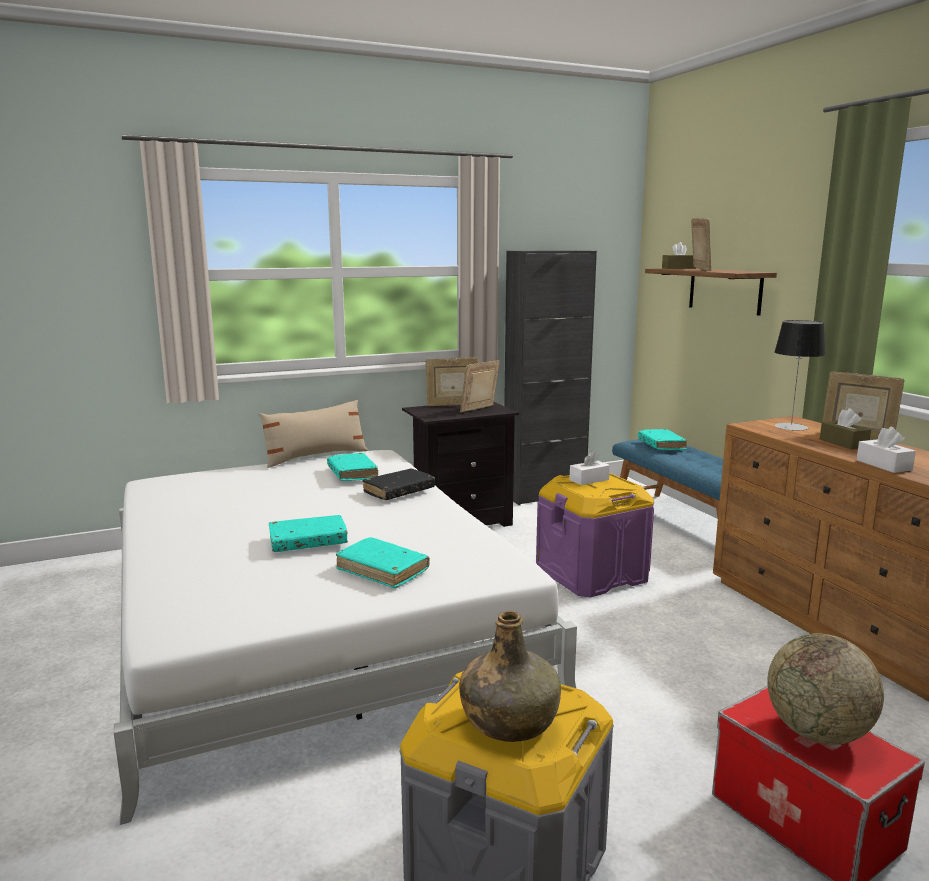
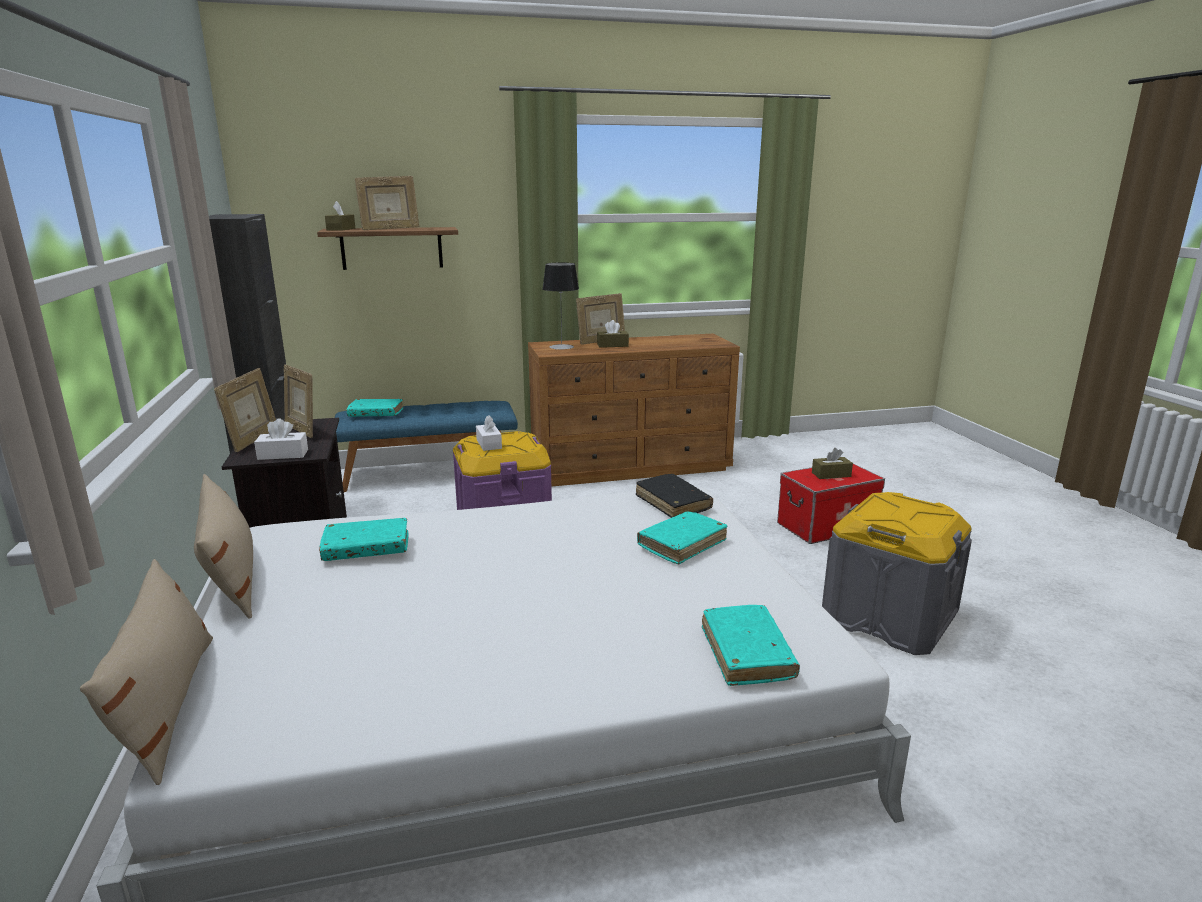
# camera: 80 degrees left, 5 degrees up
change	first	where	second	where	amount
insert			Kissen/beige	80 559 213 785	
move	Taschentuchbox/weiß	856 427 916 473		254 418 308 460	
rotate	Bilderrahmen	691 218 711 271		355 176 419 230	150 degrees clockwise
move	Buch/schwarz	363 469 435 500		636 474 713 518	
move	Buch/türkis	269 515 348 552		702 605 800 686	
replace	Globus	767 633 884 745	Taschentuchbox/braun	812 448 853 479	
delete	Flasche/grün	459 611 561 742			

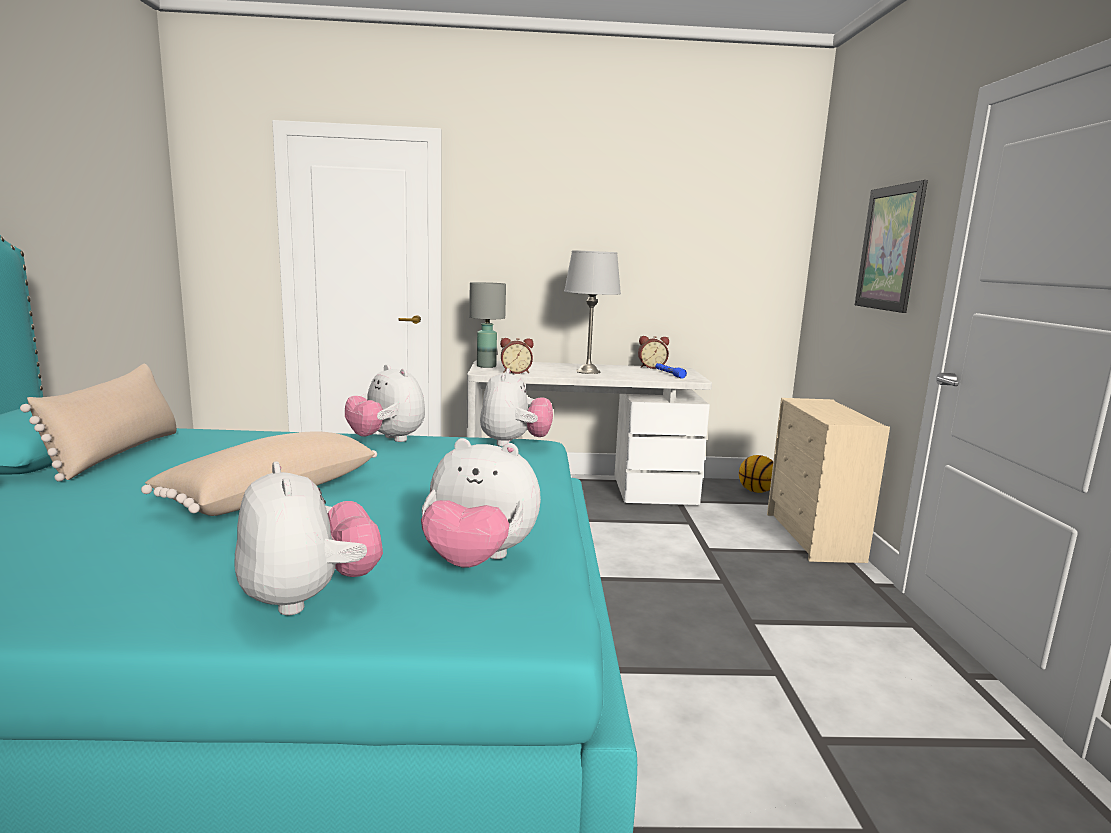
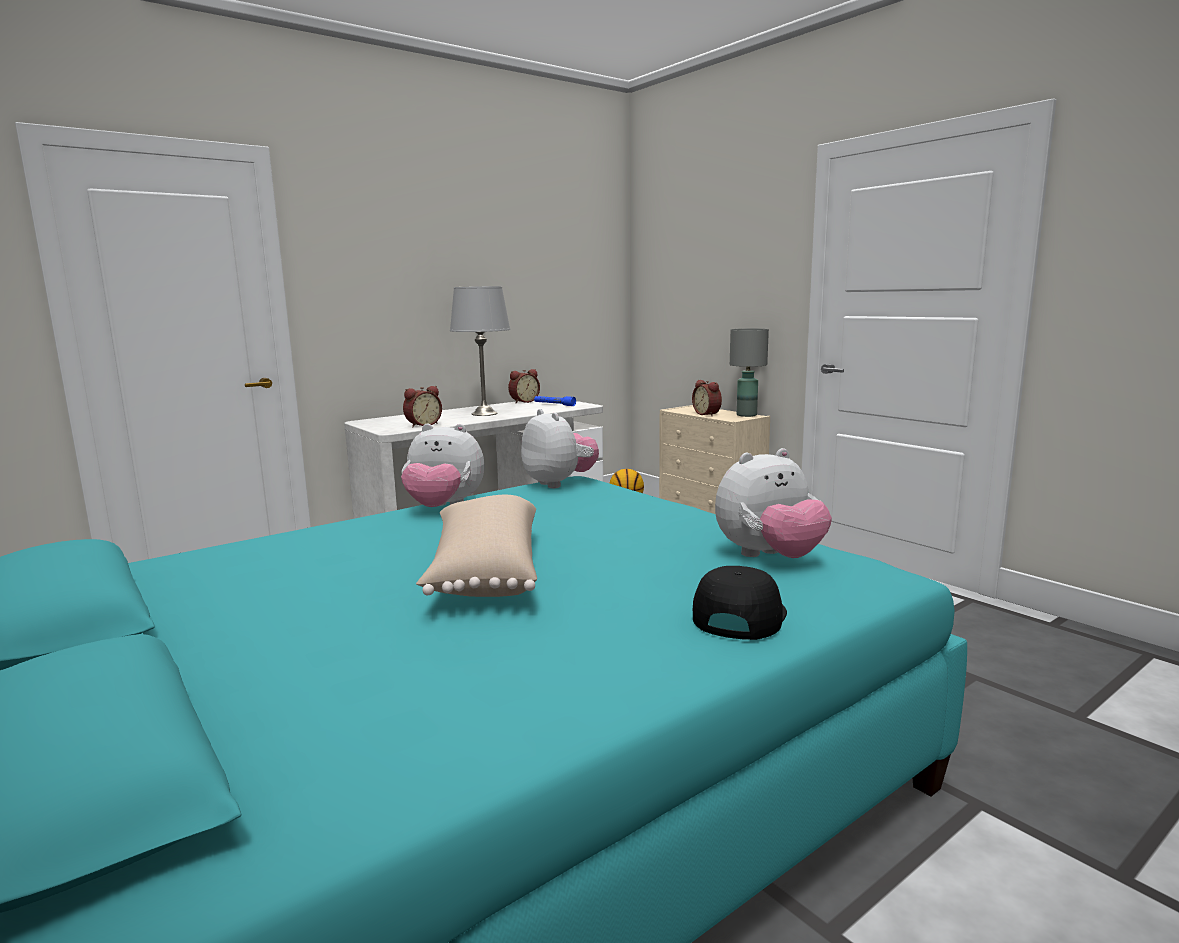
# camera: 35 degrees left, 0 degrees up
change	first	where	second	where	amount
insert			Wecker	692 380 722 416	
replace	Plüschtier	234 461 383 615	Kappe/schwarz	693 566 787 640	
move	Tischlampe/grau	469 282 506 368		730 328 769 417	
delete	Kissen/beige	20 364 177 482			
delete	Bild	855 180 928 313			

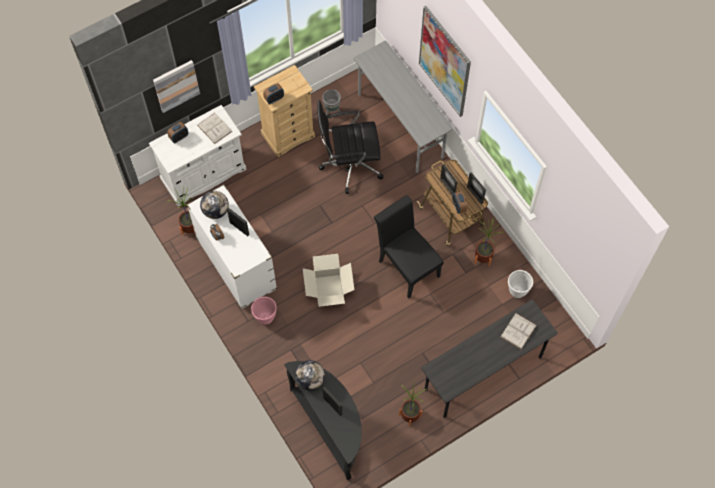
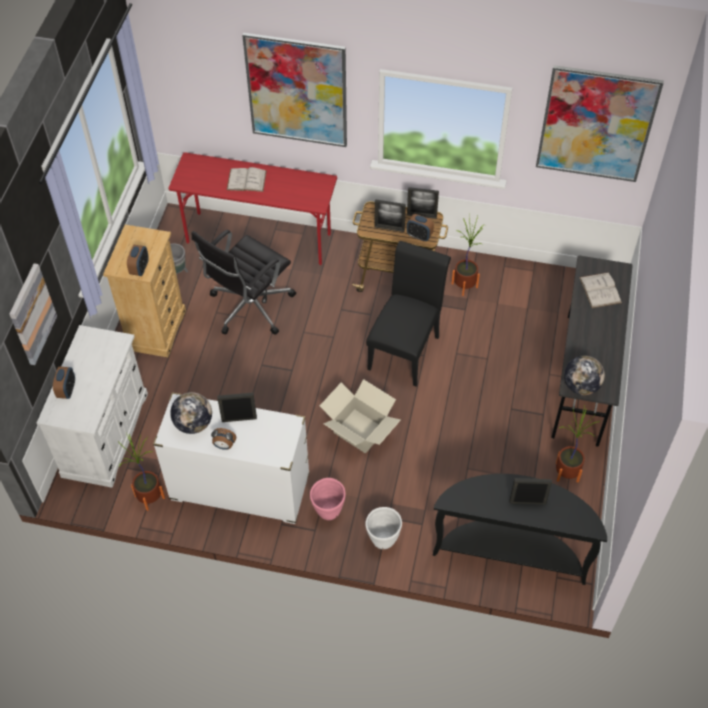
# camera: 45 degrees left, 10 degrees down
change	first	where	second	where	amount
recolor	Schreibtisch/grau	353 40 454 173	Schreibtisch/rot	169 152 337 265	
move	Buch/weiß	197 113 232 144		227 167 267 192	
move	Pflanzkübel/weiß	508 270 533 298		365 507 402 549	
rotate	Stuhl/schwarz	374 195 444 298		366 241 451 386	105 degrees clockwise
insert			Bild	536 65 664 182	
move	Globus	295 360 325 390		564 356 605 395	

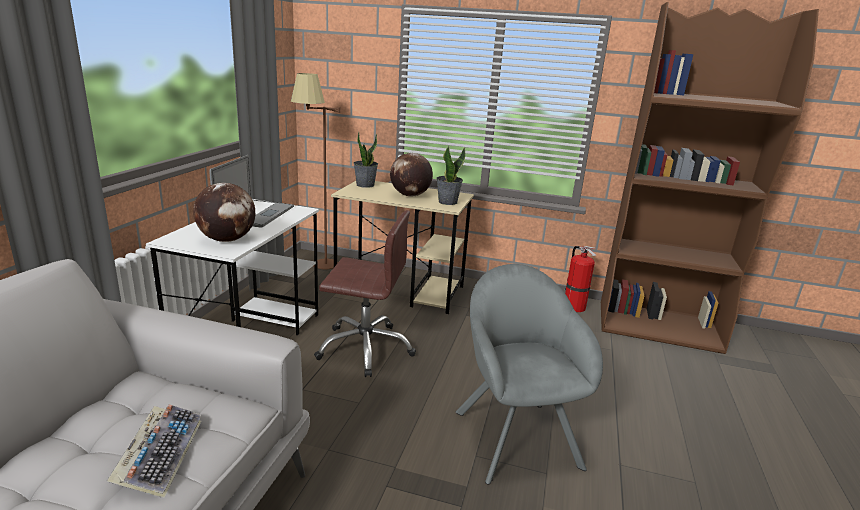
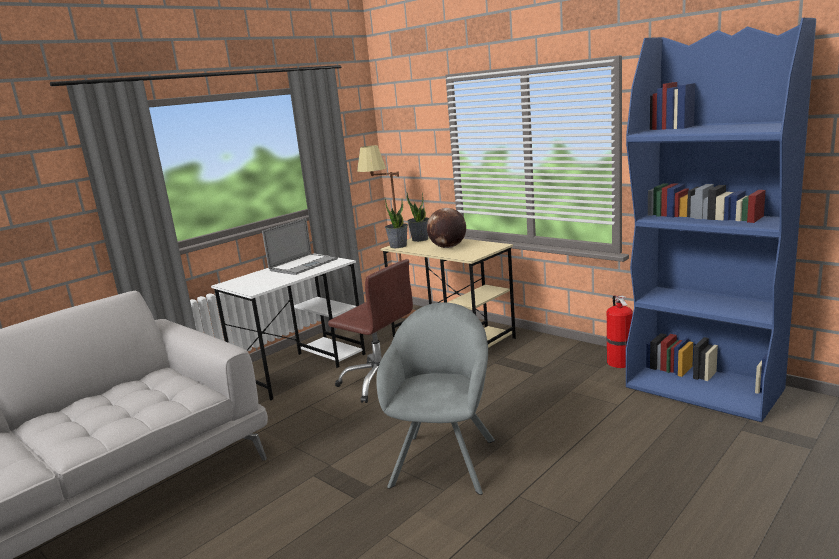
# camera: 30 degrees right, 5 degrees down
change	first	where	second	where	amount
move	Topfpflanze	436 146 465 205		385 198 408 248	
recolor	Bücherregal/braun	601 2 819 354	Bücherregal/blau	626 18 816 422	
delete	Tastatur	107 405 201 498			
delete	Globus	193 183 255 242			

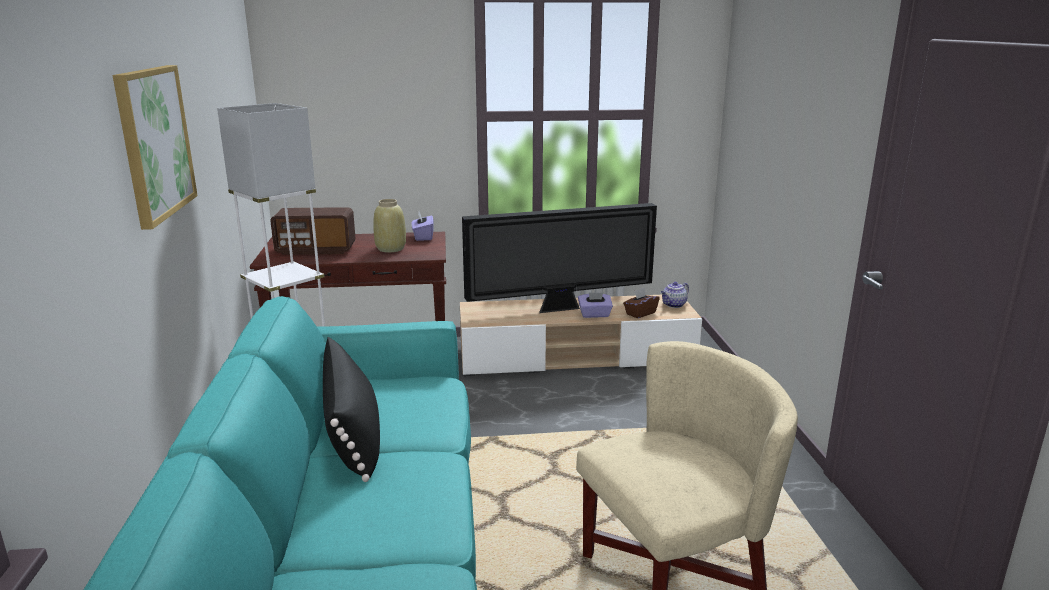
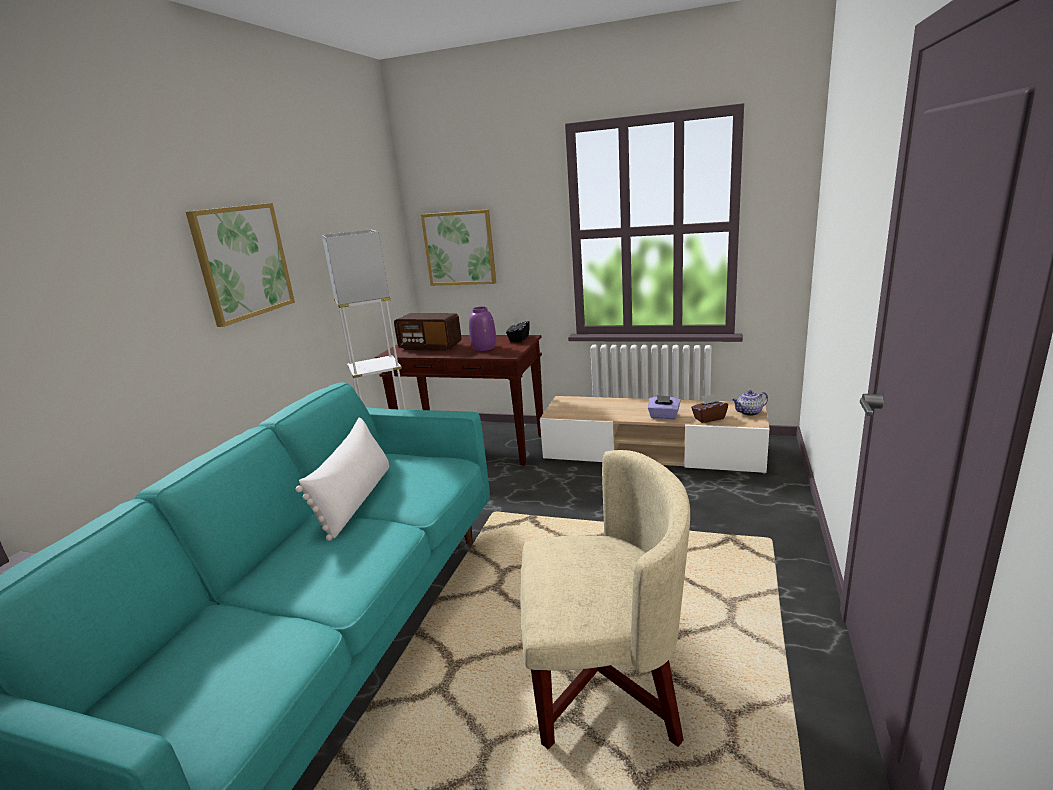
# camera: 25 degrees right, 0 degrees up
change	first	where	second	where	amount
recolor	Kissen/schwarz	323 337 380 482	Kissen/weiß	296 417 389 541	
insert			Bild	421 209 496 286	
recolor	Vase/beige	373 199 406 253	Vase/lila	469 306 496 351	
recolor	Taschentuchbox/lila	411 211 434 241	Taschentuchbox/schwarz	506 317 530 342	
delete	Fernseher	462 203 657 313			

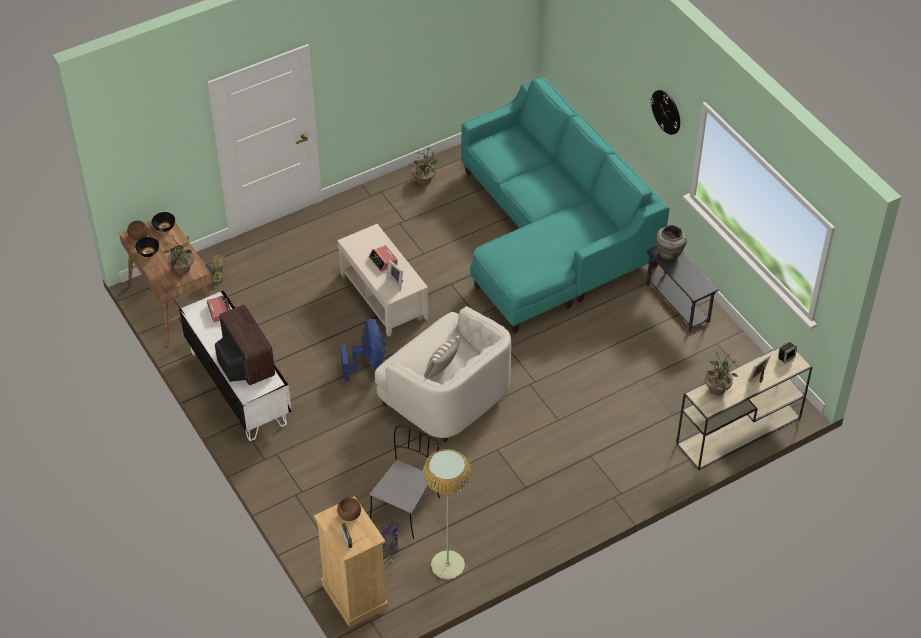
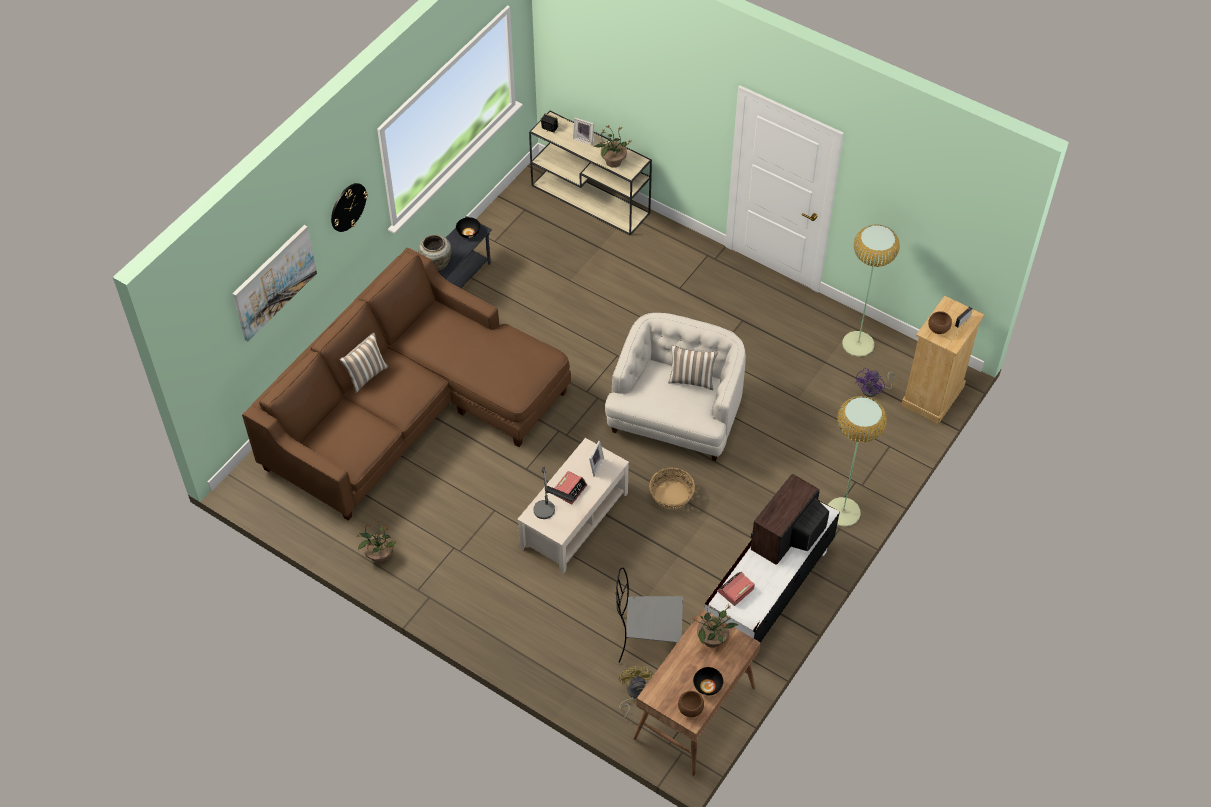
# camera: 115 degrees left, 5 degrees up
change	first	where	second	where	amount
insert			Bild	233 225 317 341	
recolor	Sofa/türkis	461 77 670 333	Sofa/braun	242 248 571 521	
insert			Kissen	339 332 389 393	
move	Schüssel/schwarz	152 212 175 232		456 217 480 238	
insert			Tischlampe	533 467 574 519	
move	Stuhl/grau	370 425 440 539		616 568 683 663	
replace	Ventilator/blau	340 319 385 382	Korb	649 467 695 509	
insert			Stehlampe	828 396 887 527	

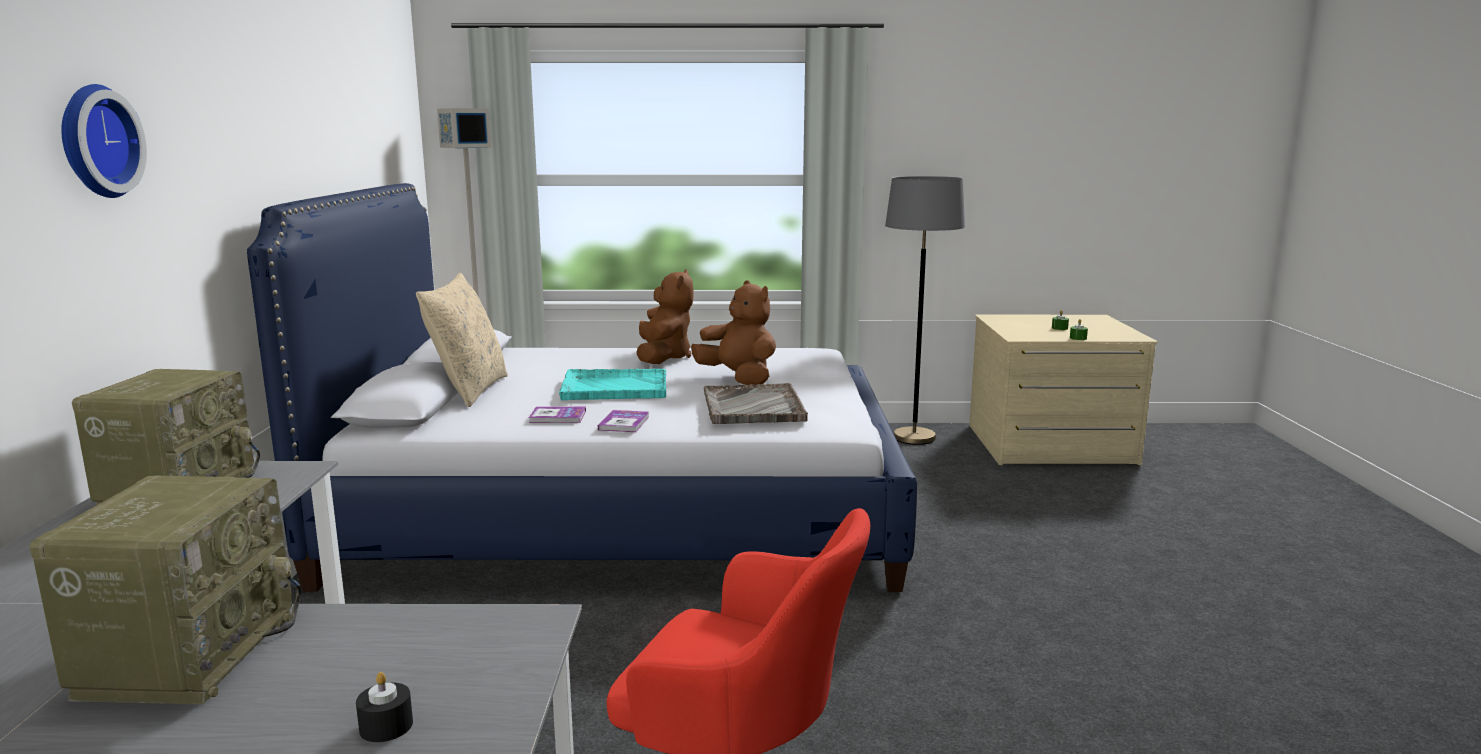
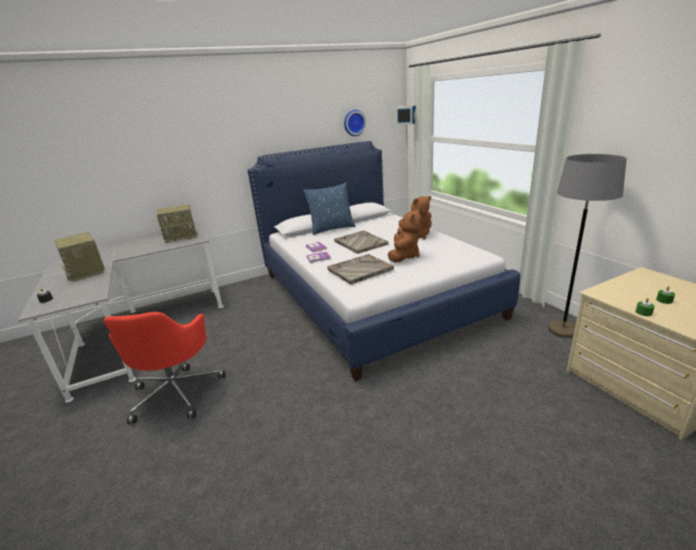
# camera: 65 degrees right, 10 degrees up
change	first	where	second	where	amount
rotate	Radio	29 476 301 704		54 232 105 282	75 degrees clockwise
recolor	Kissen/beige	416 273 508 407	Kissen/blau	303 183 356 235	
recolor	Tablett/türkis	559 369 666 400	Tablett/grau	334 230 389 254	
move	Wanduhr	61 84 147 198		344 110 366 136	

